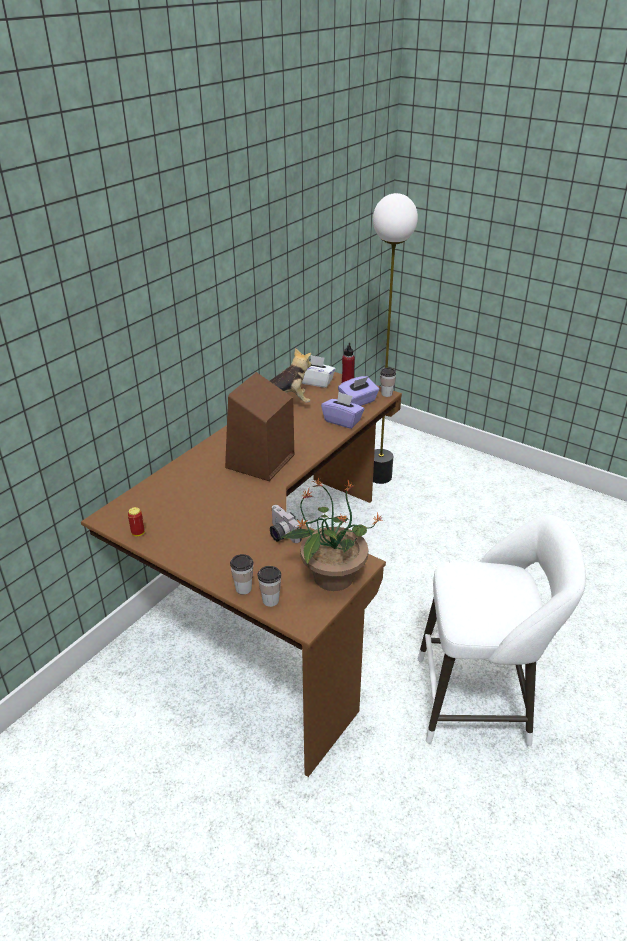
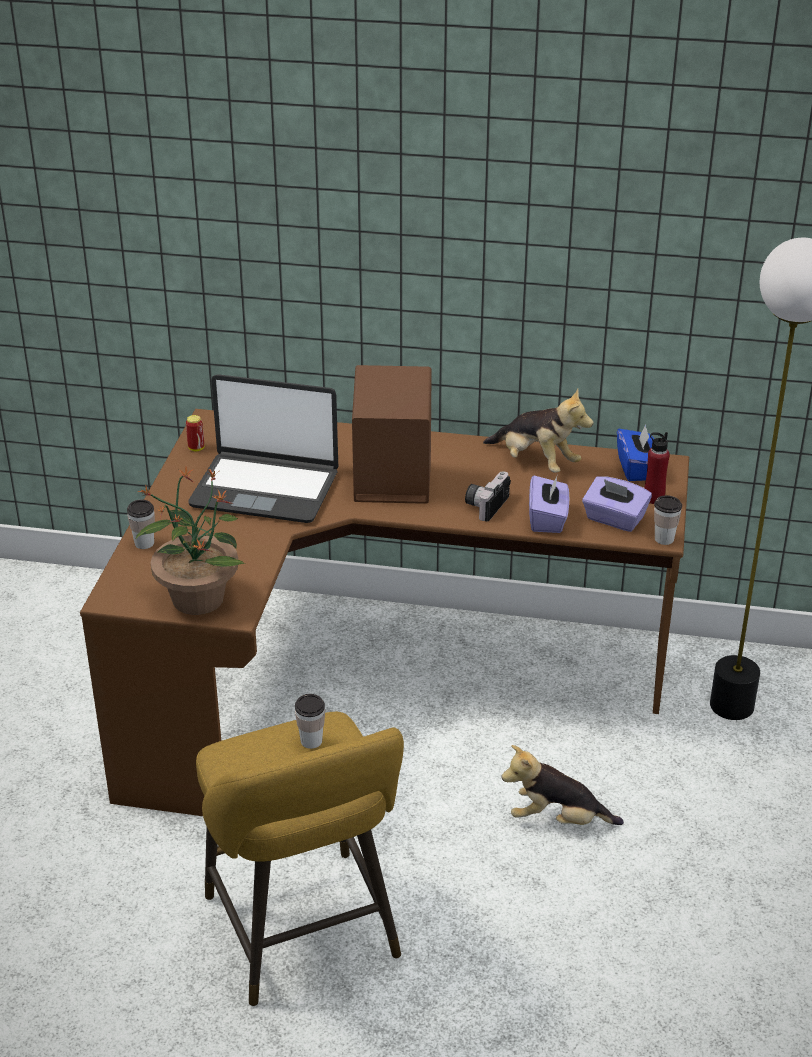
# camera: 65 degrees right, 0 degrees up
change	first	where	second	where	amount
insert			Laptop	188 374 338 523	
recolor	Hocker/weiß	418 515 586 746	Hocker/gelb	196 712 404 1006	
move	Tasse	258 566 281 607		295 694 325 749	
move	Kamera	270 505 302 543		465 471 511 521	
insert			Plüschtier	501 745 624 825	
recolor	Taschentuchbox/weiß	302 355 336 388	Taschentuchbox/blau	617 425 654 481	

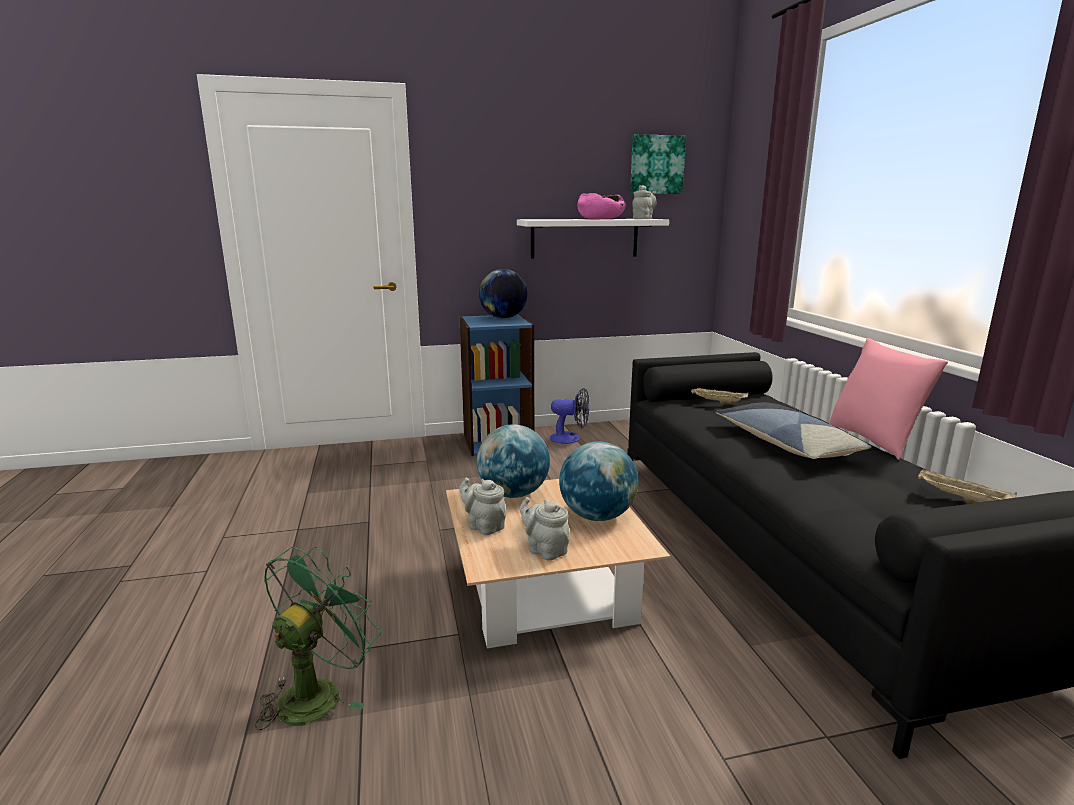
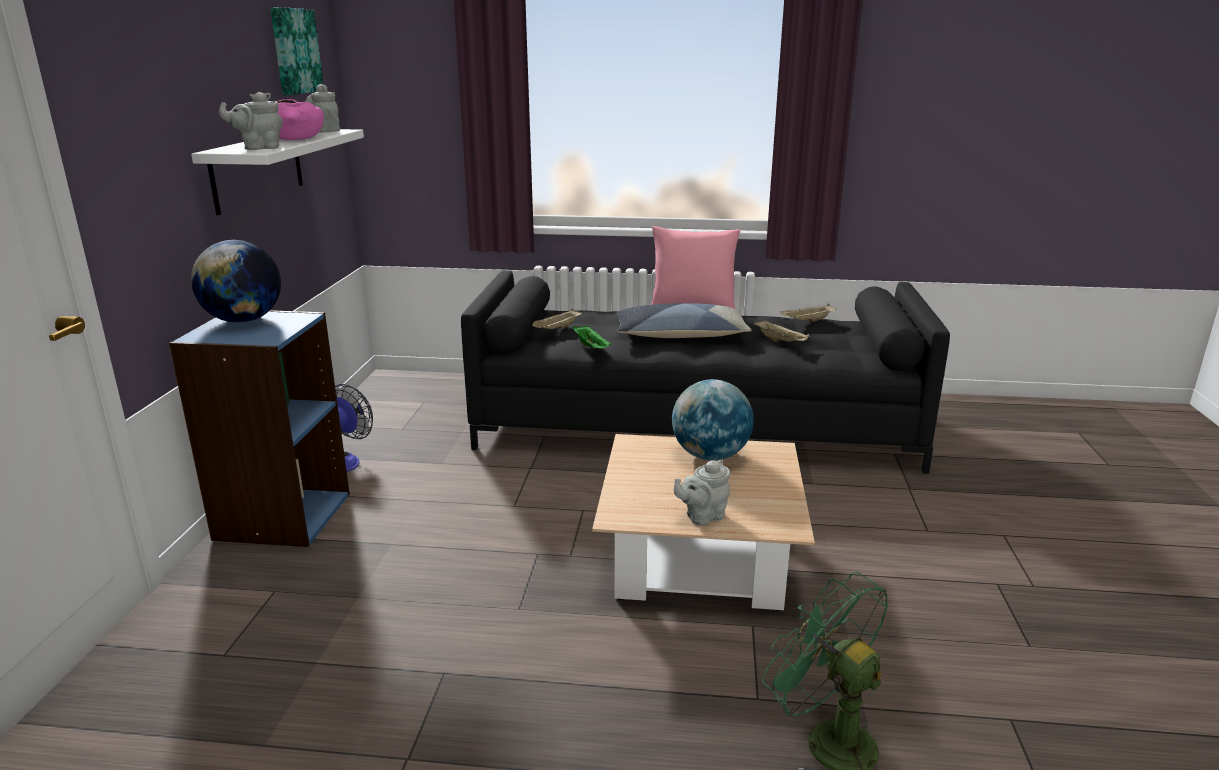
# camera: 70 degrees left, 5 degrees up
change	first	where	second	where	amount
move	Teekanne/grau	520 497 569 561		219 92 283 150	
insert			Tablett/grün	573 325 611 349	
insert			Tablett/beige	754 321 810 342	
delete	Globus	477 424 550 498			

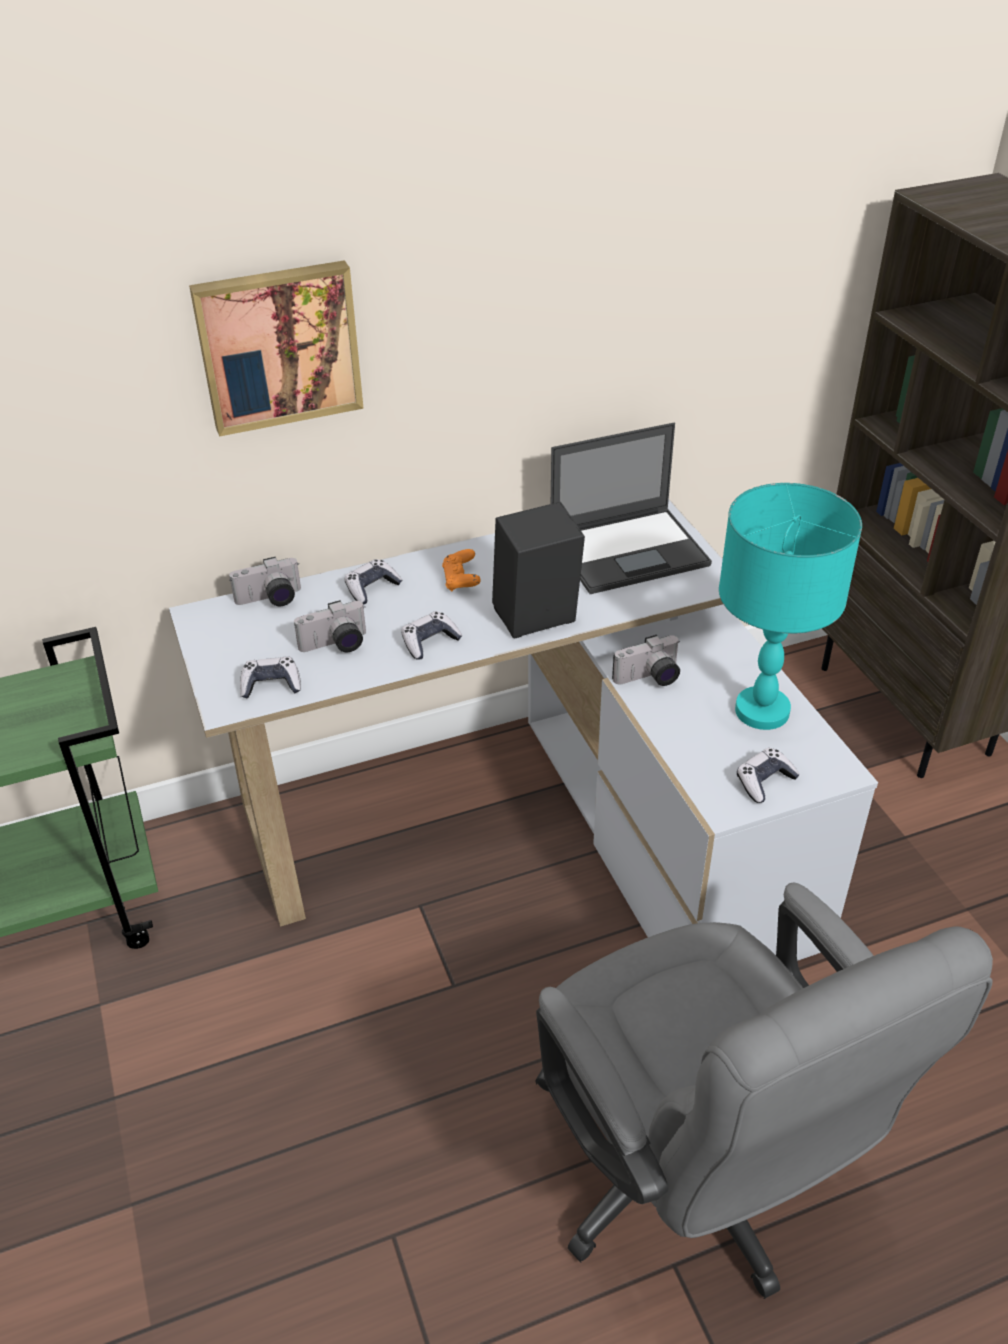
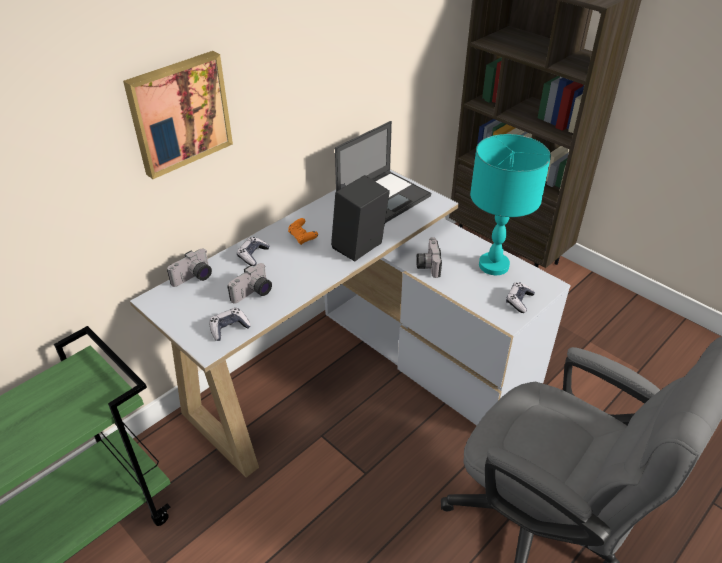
# camera: 25 degrees left, 0 degrees up
change	first	where	second	where	amount
rotate	Kamera	612 635 680 686		416 237 442 278	135 degrees clockwise
delete	Gamepad	401 611 463 660			

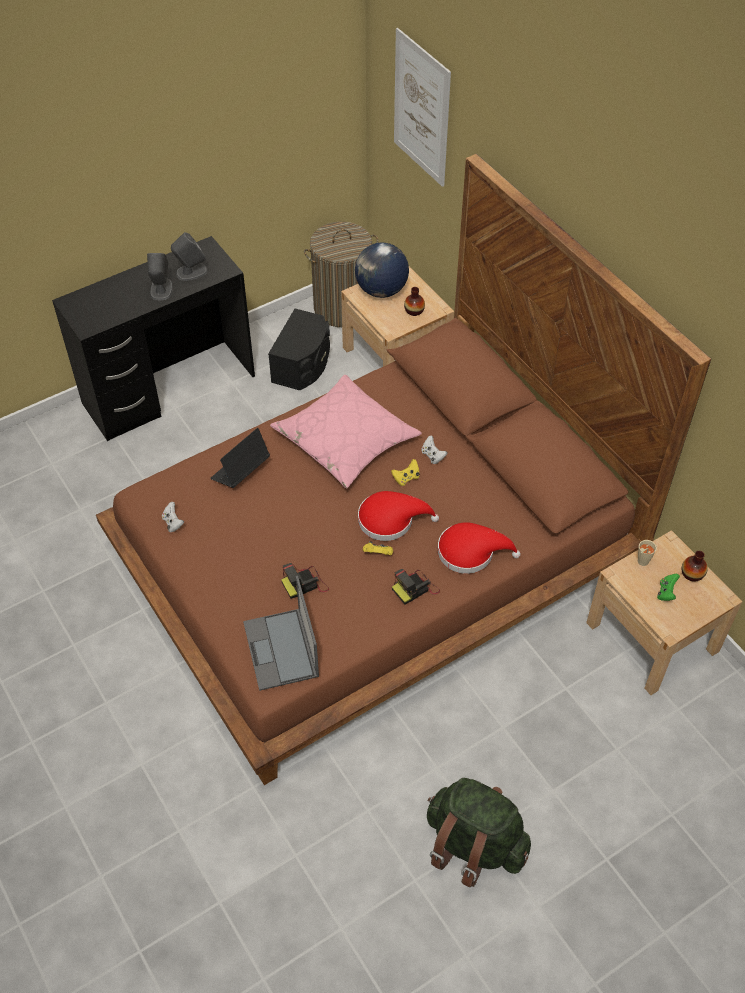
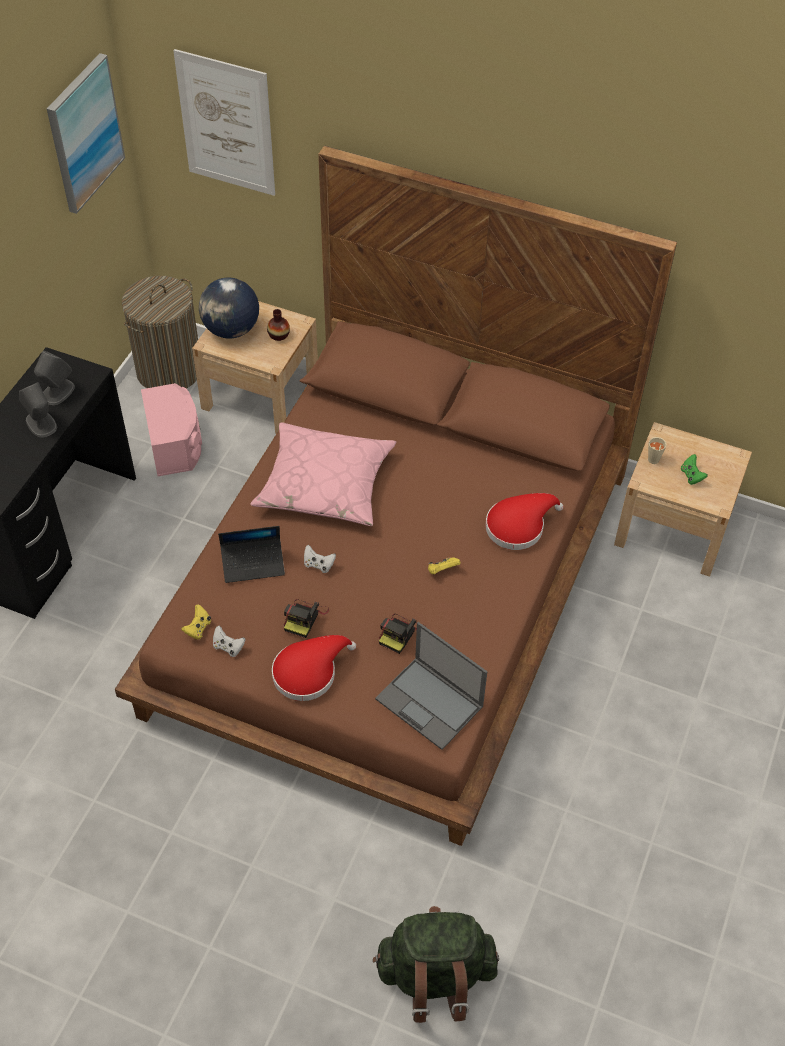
# camera: 35 degrees left, 0 degrees up
change	first	where	second	where	amount
insert			Bild	47 53 125 214	
recolor	Lautsprecher/schwarz	268 309 330 390	Lautsprecher/rosa	141 383 202 476	
move	Gamepad/gelb	391 459 419 486		181 605 211 639	
rotate	Laptop	210 428 270 488		218 526 285 583	105 degrees counterclockwise
move	Hut/rot	358 491 439 541		272 635 356 701	
move	Kamera	392 569 440 605		284 599 329 638	
move	Gamepad/weiß	421 435 448 464		304 545 336 573	
move	Rucksack/grün	427 778 531 887		373 906 499 1023	
delete	Vase	682 551 708 582			

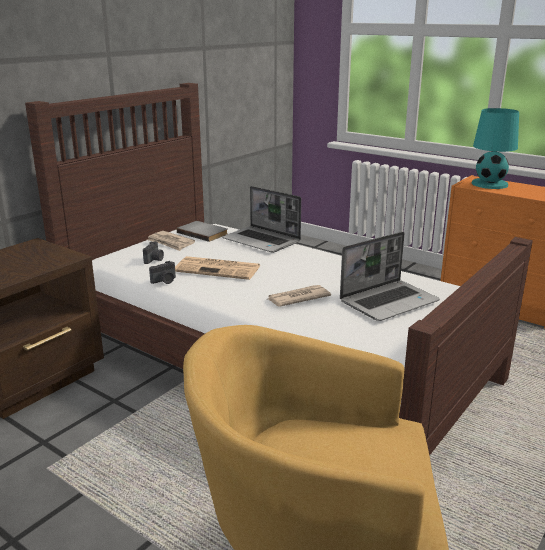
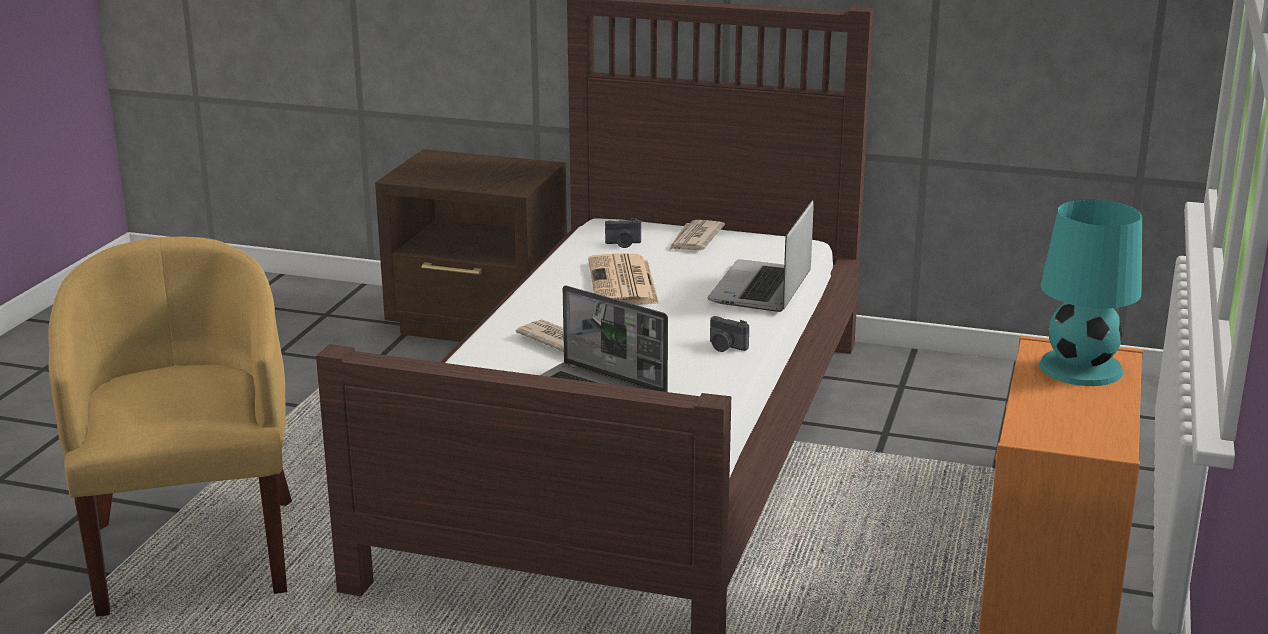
# camera: 70 degrees right, 0 degrees up
change	first	where	second	where	amount
move	Kamera	149 261 176 284		710 316 749 352	
delete	Buch/grau	177 221 228 242			

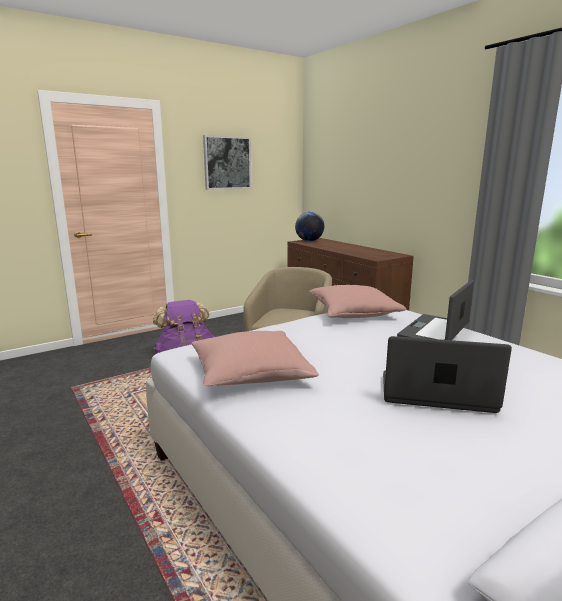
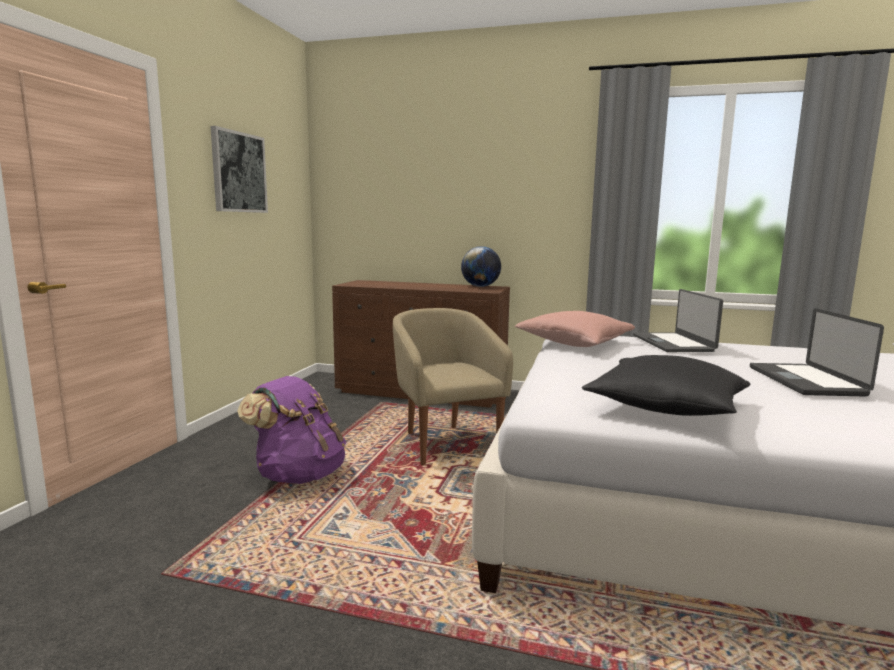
# camera: 40 degrees left, 5 degrees down
change	first	where	second	where	amount
move	Globus	295 212 324 241		461 246 501 287	
recolor	Kissen/rosa	191 331 319 386	Kissen/schwarz	582 355 750 416	
rotate	Laptop	383 336 512 413		750 308 884 397	60 degrees counterclockwise

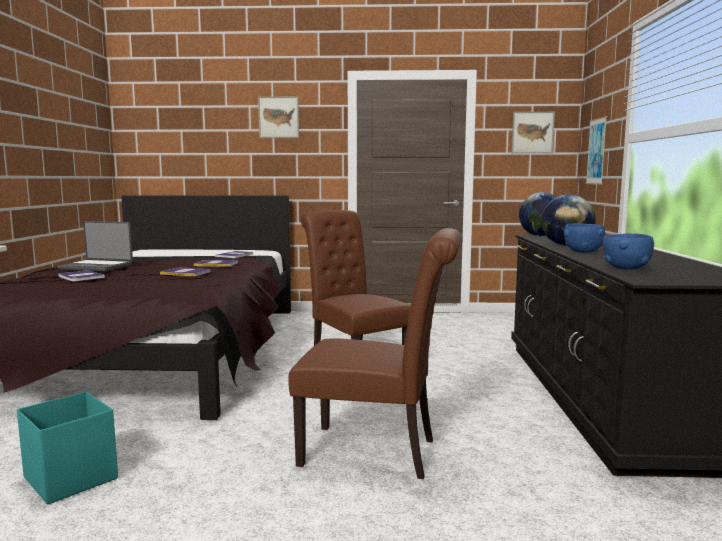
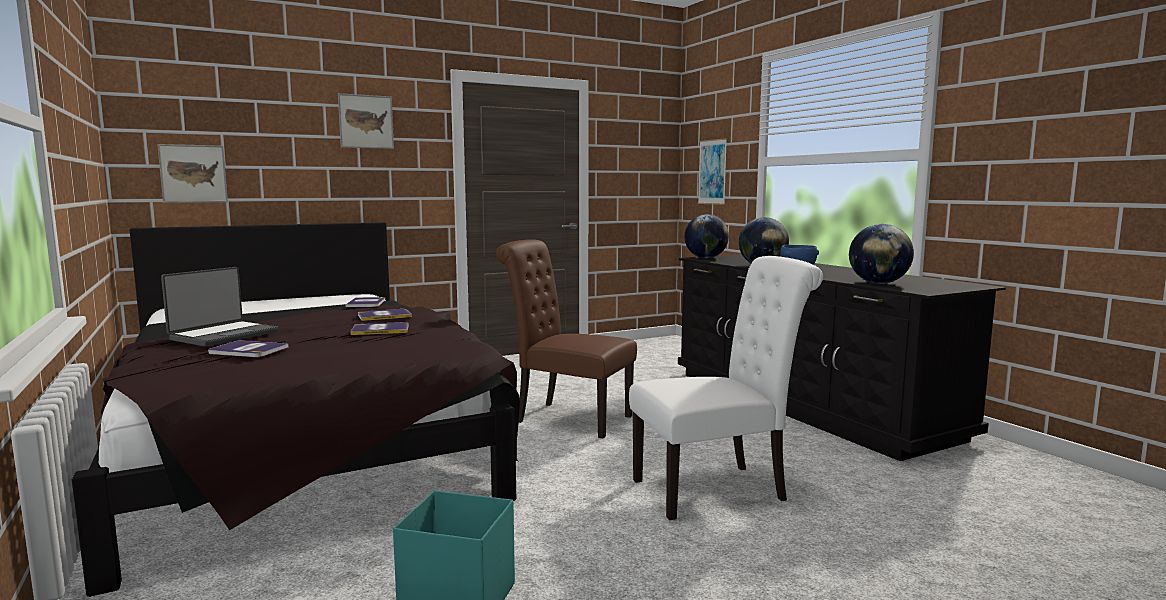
# camera: 30 degrees left, 0 degrees up
change	first	where	second	where	amount
move	Bild	512 112 555 153		157 144 228 203	
rotate	Laptop	58 221 133 271		161 267 279 346	45 degrees counterclockwise
recolor	Stuhl/braun	288 228 463 479	Stuhl/weiß	629 256 823 520	
replace	Schüssel/blau	603 234 654 270	Globus	849 224 914 284	

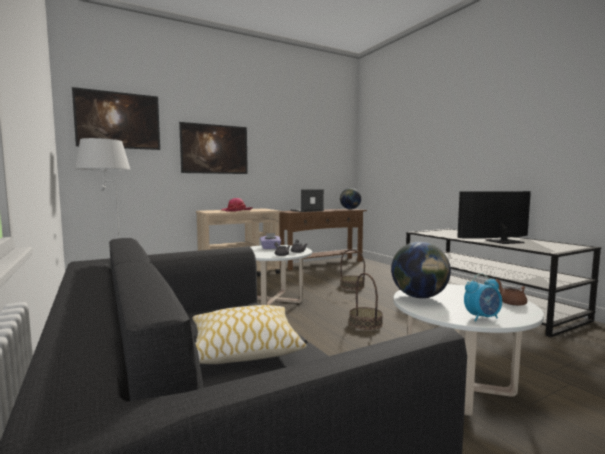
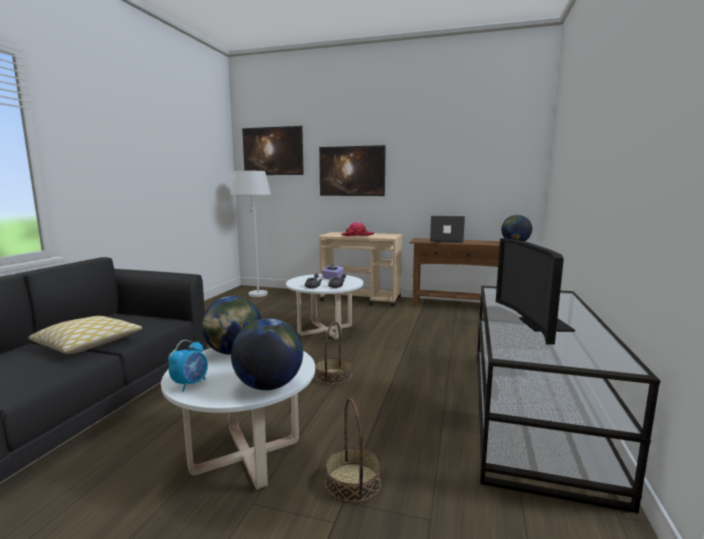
# camera: 45 degrees right, 5 degrees up
change	first	where	second	where	amount
rotate	Wecker	464 273 502 321		168 340 208 392	90 degrees counterclockwise
replace	Teekanne/braun	495 279 527 306	Globus	231 318 303 390	
move	Korb	340 249 365 290		325 398 382 503	
rotate	Fernseher	457 191 531 244		496 238 575 345	120 degrees counterclockwise

